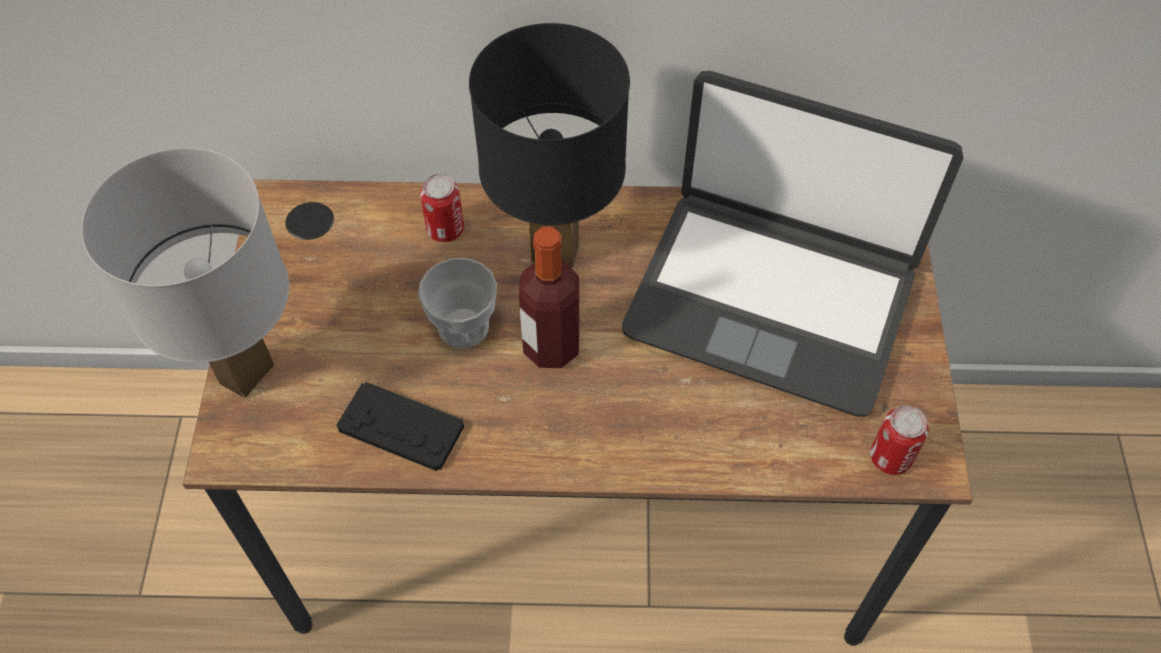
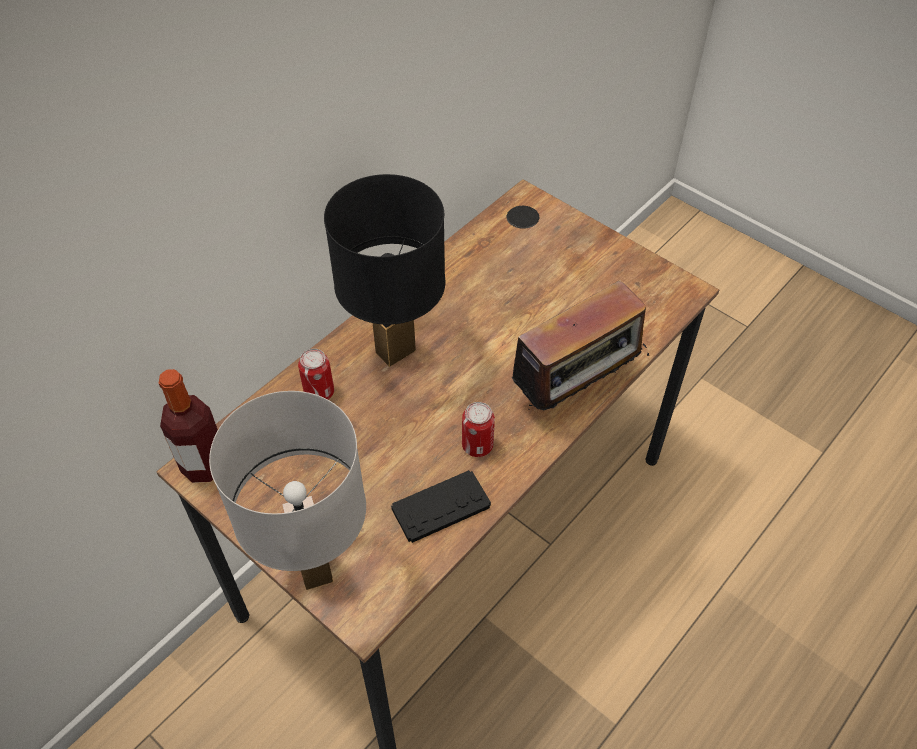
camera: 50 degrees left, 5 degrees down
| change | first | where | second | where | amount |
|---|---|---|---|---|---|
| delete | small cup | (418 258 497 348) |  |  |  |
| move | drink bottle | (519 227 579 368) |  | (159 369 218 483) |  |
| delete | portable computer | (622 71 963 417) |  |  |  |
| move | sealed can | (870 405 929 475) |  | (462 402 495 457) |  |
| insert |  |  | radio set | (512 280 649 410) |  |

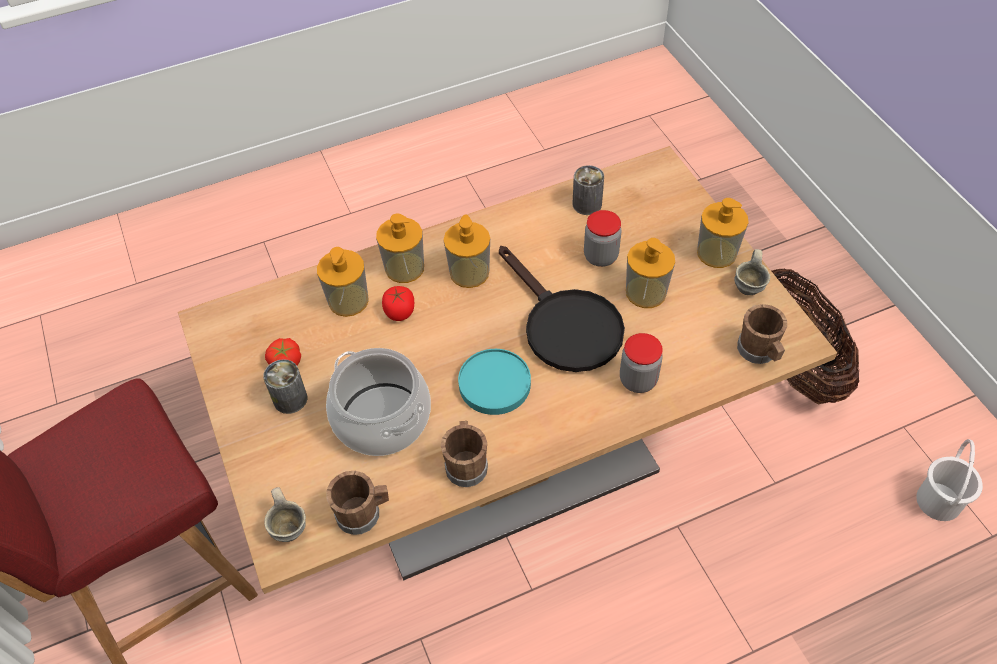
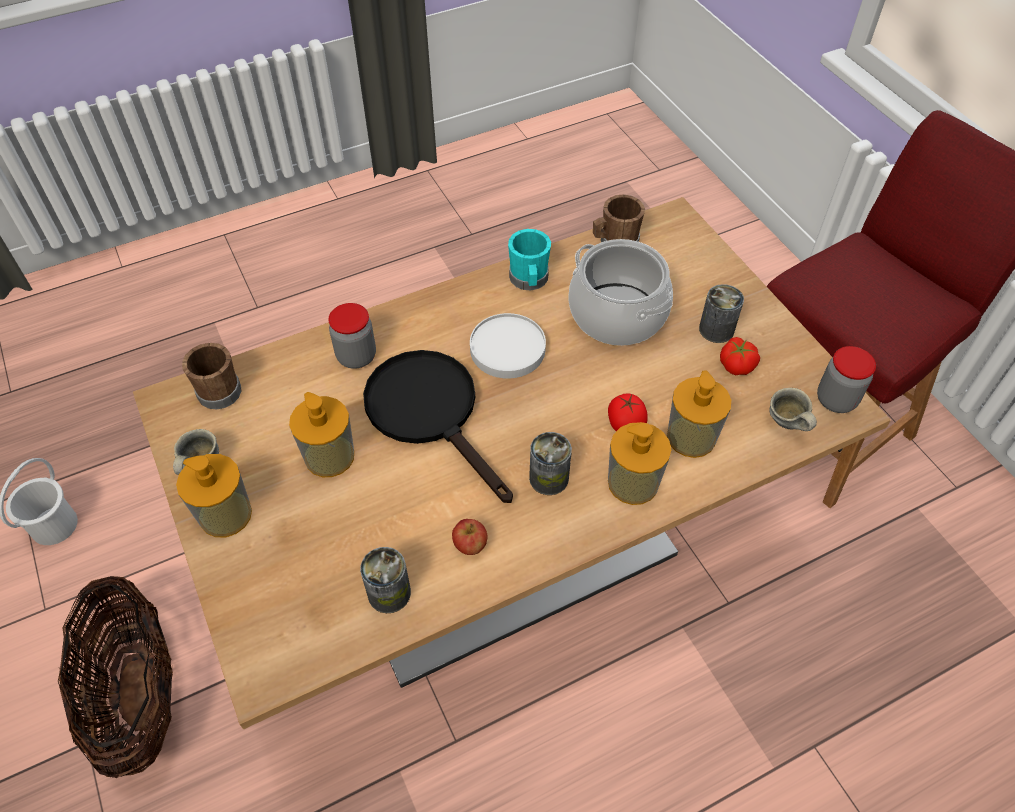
camera: 175 degrees right, 0 degrees up
| change | first | where | second | where | amount |
|---|---|---|---|---|---|
| move | mug (gray) | (264 487 306 542) |  | (769 388 817 431) |  |
| recolor | mug (brown) | (441 421 488 487) | mug (turquoise) | (508 229 551 290) |  |
| replace | soap dispenser | (443 215 490 288) | sealed can | (529 432 572 495) |  |
| recolor | plate (turquoise) | (458 349 531 415) | plate (white) | (470 313 546 379) |  |
| move | storage jar | (584 210 622 267) |  | (817 346 876 413) |  |
| insert |  |  | whole apple | (452 519 487 555) |  |

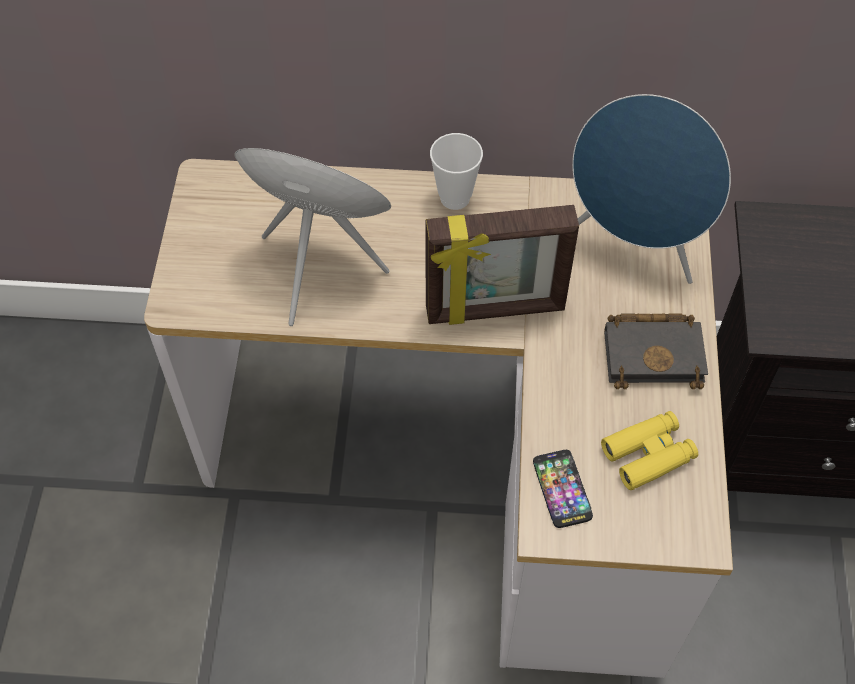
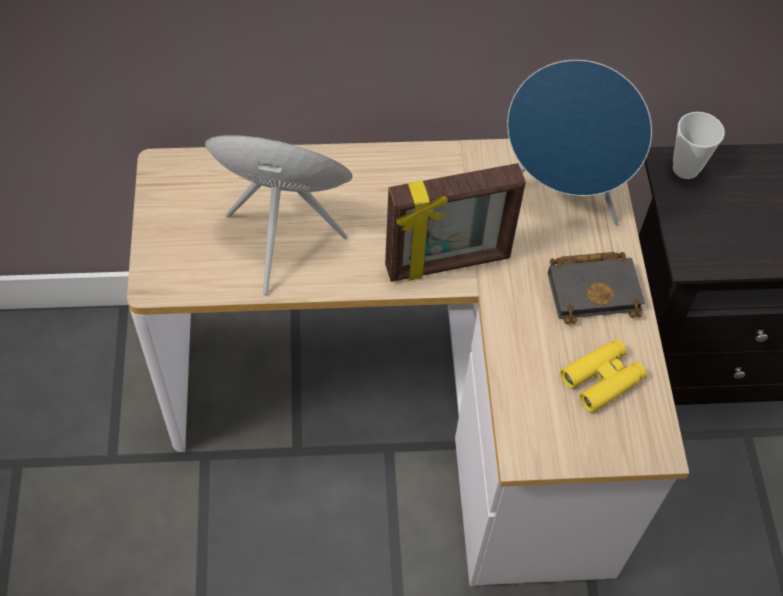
camera: 10 degrees left, 0 degrees up
| change | first | where | second | where | amount |
|---|---|---|---|---|---|
| move | small cup | (430 133 483 210) |  | (673 112 725 179) |  |
| delete | handset | (533 450 593 528) |  |  |  |

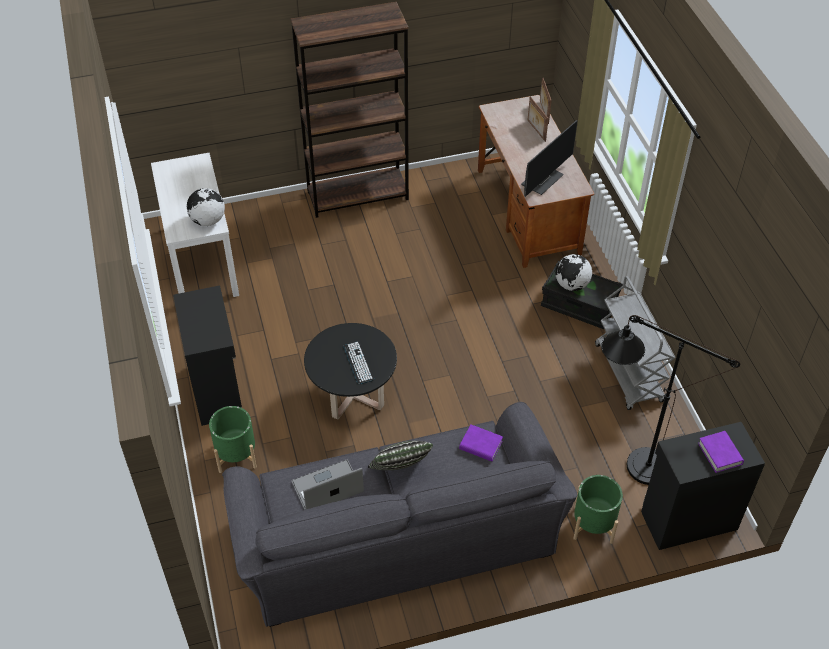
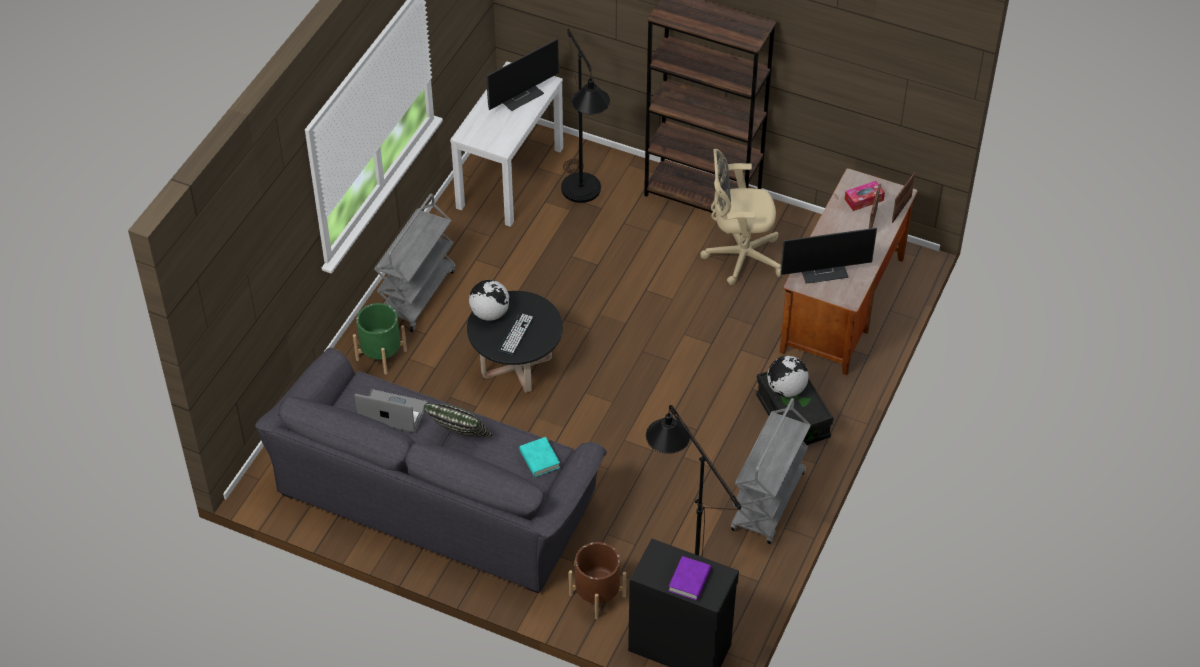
camera: 40 degrees right, 0 degrees up
| change | first | where | second | where | amount |
|---|---|---|---|---|---|
| replace | cupboard (black-coloured) | (173 285 242 426) | cart (gray) | (374 194 456 332) |  |
| move | desk globe | (187 188 225 226) |  | (469 280 510 321) |  |
| recolor | volume (purplish) | (459 424 503 462) | volume (turquoise) | (519 437 560 477) |  |
| recolor | planter (green) | (573 475 623 544) | planter (brown) | (569 542 626 619) |  |
| insert |  |  | computer screen | (487 38 559 111) |  |
| insert |  |  | standard lamp (black-coloured) | (561 28 610 203) |  |
| insert |  |  | computer chair (beige-coloured) | (700 149 783 285) |  |
| insert |  |  | tissue holder | (845 181 885 211) |  |

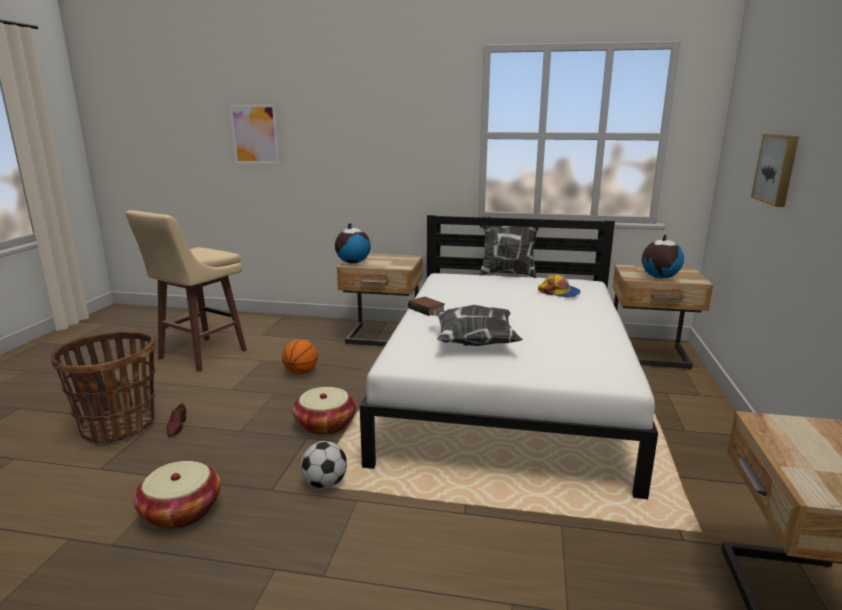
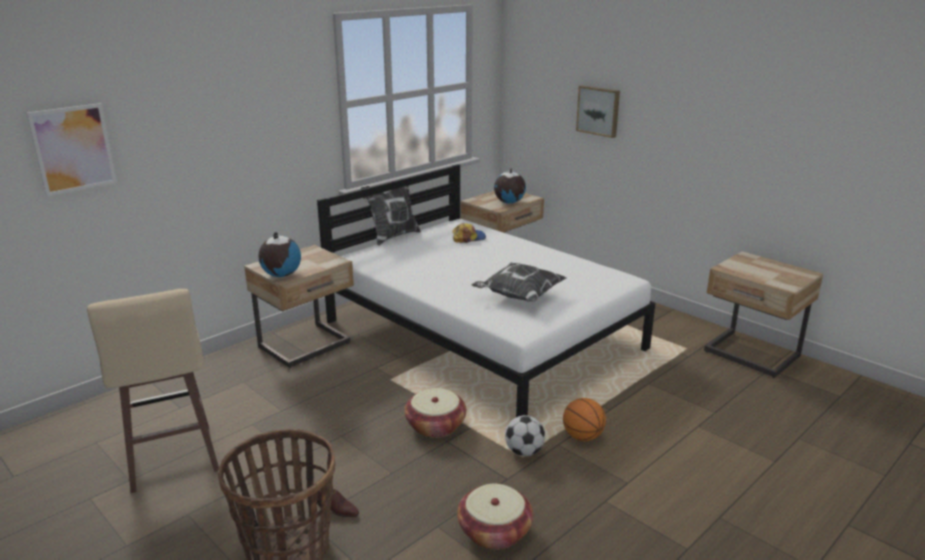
camera: 55 degrees left, 5 degrees up
| change | first | where | second | where | amount |
|---|---|---|---|---|---|
| move | basketball | (282 339 318 375) |  | (563 398 606 441) |  |
| delete | volume | (408 297 445 316) |  |  |  |

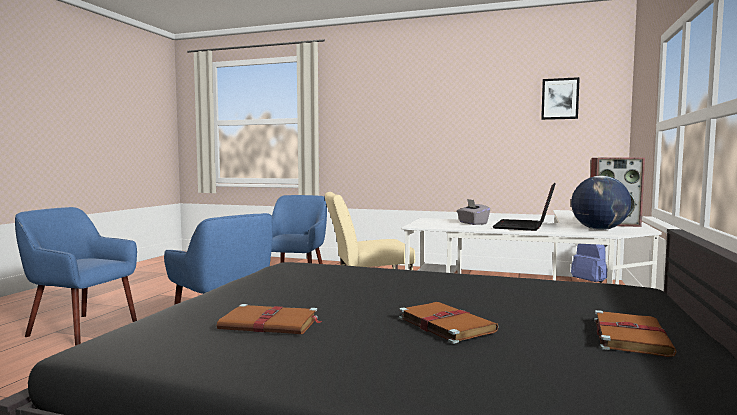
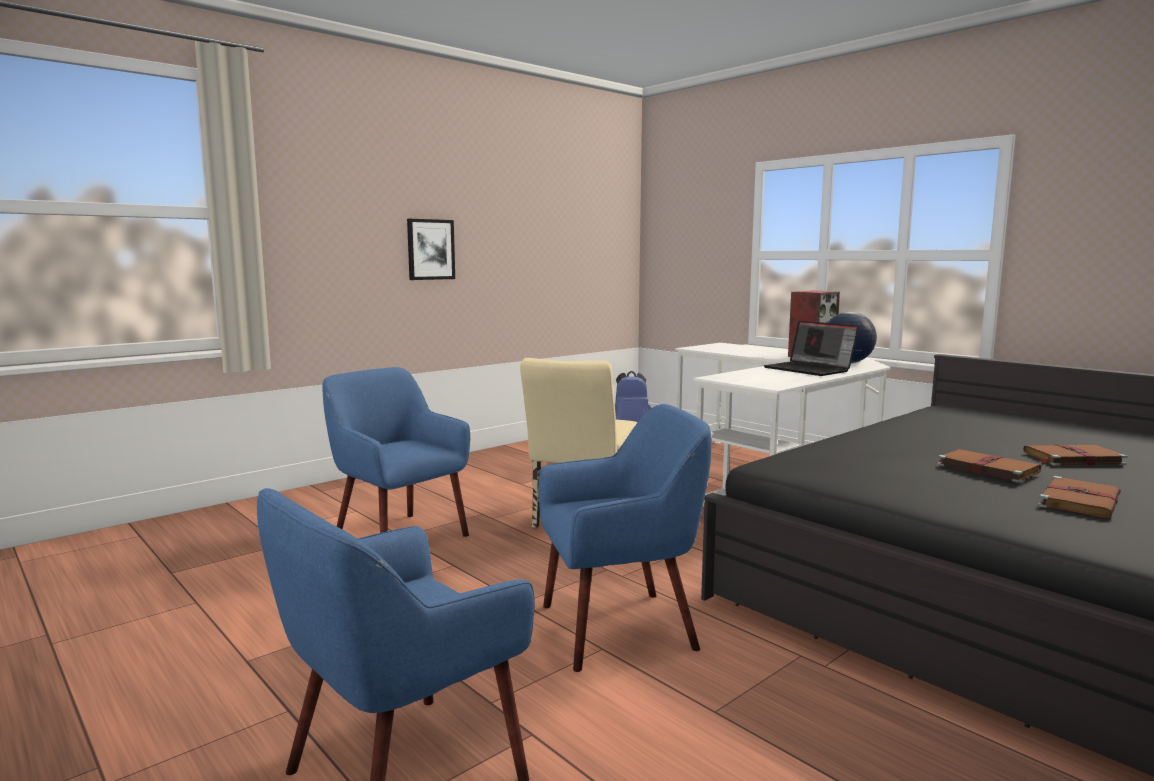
camera: 60 degrees left, 5 degrees up
| change | first | where | second | where | amount |
|---|---|---|---|---|---|
| delete | tissue holder (gray) | (457 199 490 225) |  |  |  |
| move | wall art | (541 77 580 120) |  | (407 219 455 280) |  |
| move | volume (brown) | (594 310 677 357) |  | (937 449 1041 483) |  |

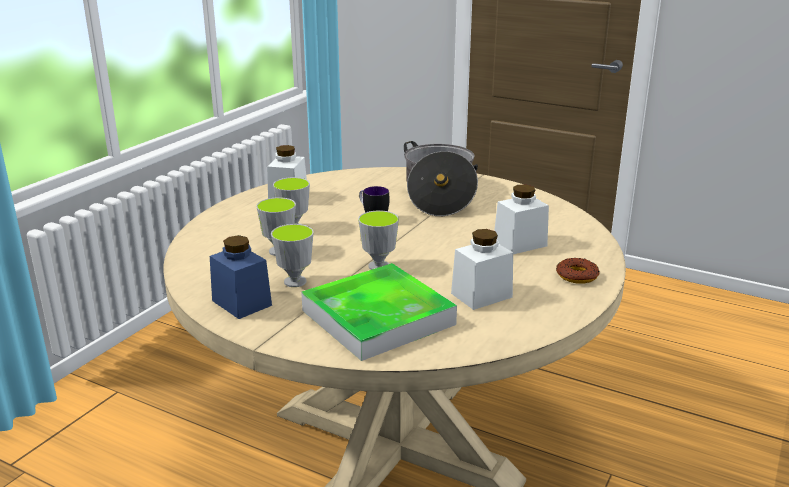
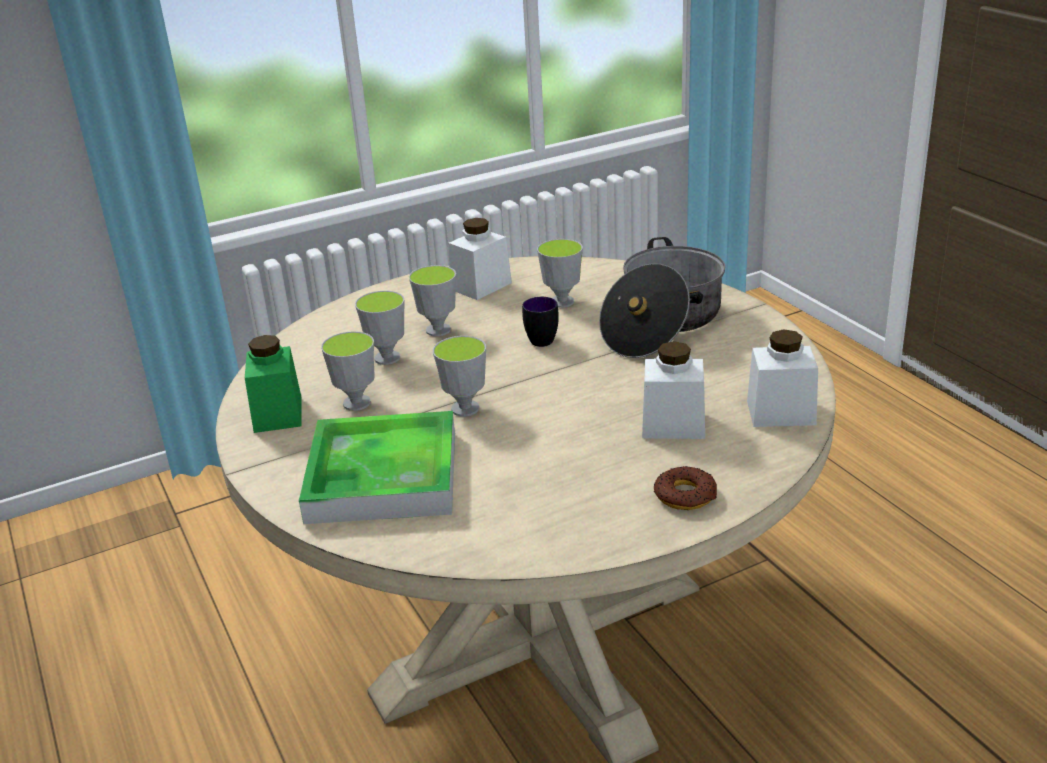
camera: 35 degrees right, 5 degrees up
| change | first | where | second | where | amount |
|---|---|---|---|---|---|
| recolor | storage jar (blue-coloured) | (210 235 272 319) | storage jar (green) | (245 335 302 433) |  |
| move | storage jar (white) | (451 229 513 310) |  | (747 329 818 427) |  |
| insert |  |  | small cup | (537 239 583 308) |  |

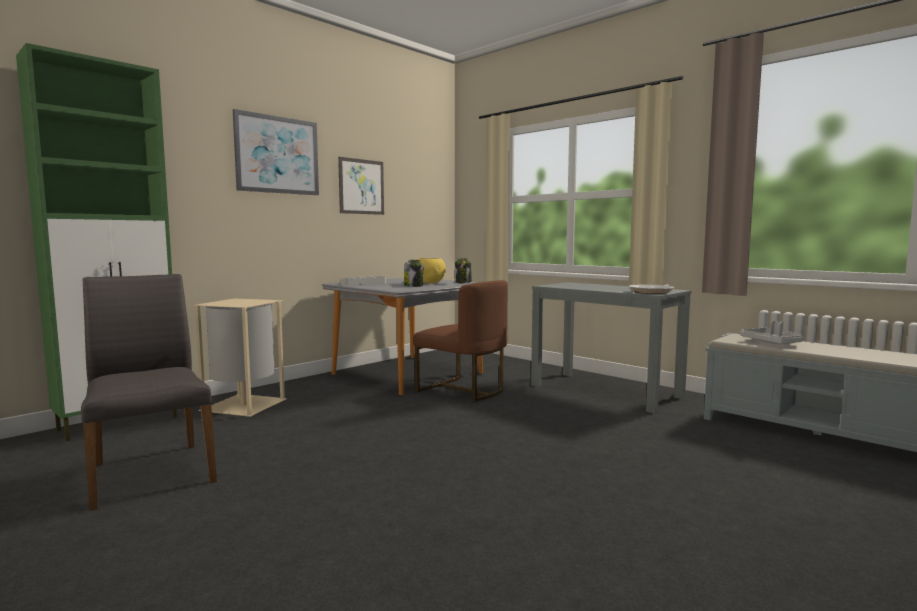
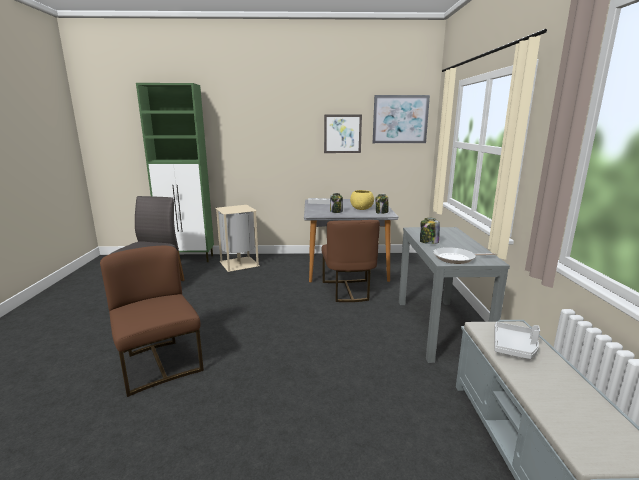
camera: 45 degrees right, 10 degrees up
| change | first | where | second | where | amount |
|---|---|---|---|---|---|
| move | wall art | (233 109 319 195) |  | (373 95 430 143) |  |
| insert |  |  | plain chair (brown) | (100 246 204 397) |  |
| insert |  |  | storage jar | (420 218 440 244) |  |

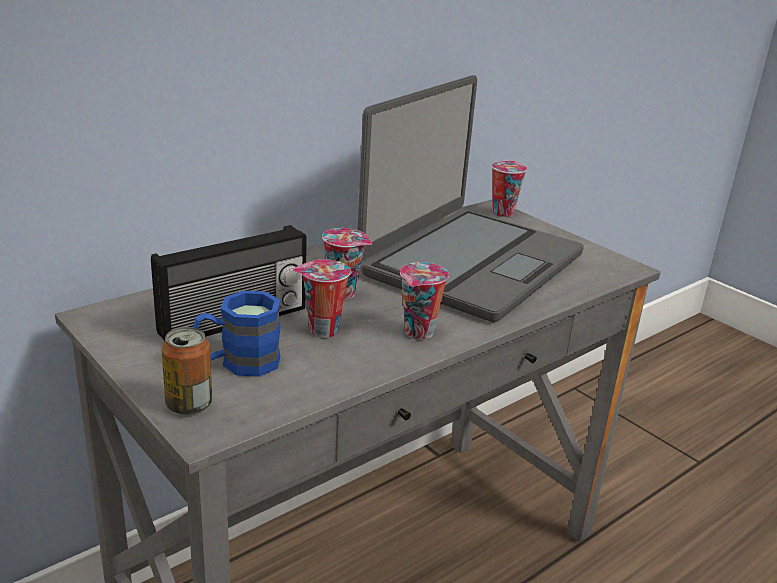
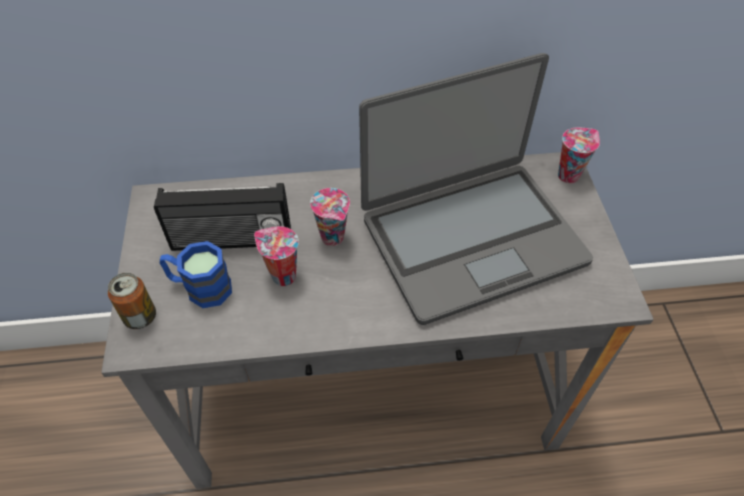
camera: 35 degrees right, 25 degrees up
| change | first | where | second | where | amount |
|---|---|---|---|---|---|
| delete | small cup | (400 262 449 340) |  |  |  |

